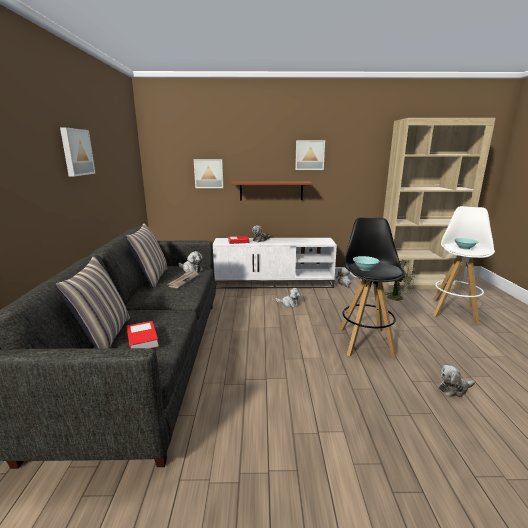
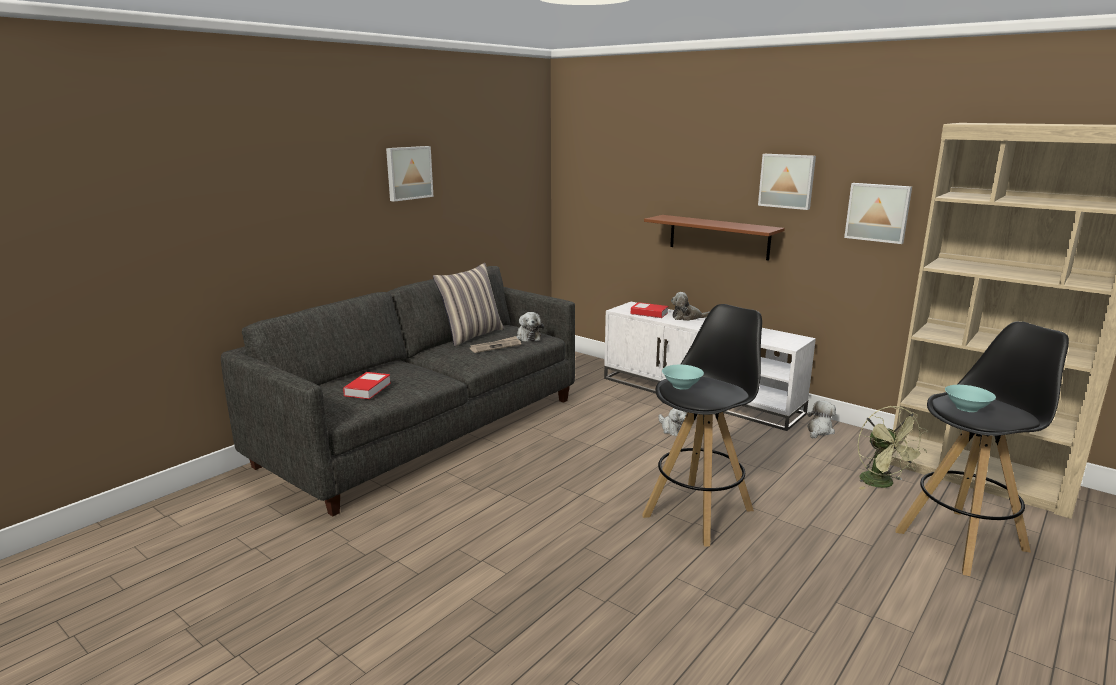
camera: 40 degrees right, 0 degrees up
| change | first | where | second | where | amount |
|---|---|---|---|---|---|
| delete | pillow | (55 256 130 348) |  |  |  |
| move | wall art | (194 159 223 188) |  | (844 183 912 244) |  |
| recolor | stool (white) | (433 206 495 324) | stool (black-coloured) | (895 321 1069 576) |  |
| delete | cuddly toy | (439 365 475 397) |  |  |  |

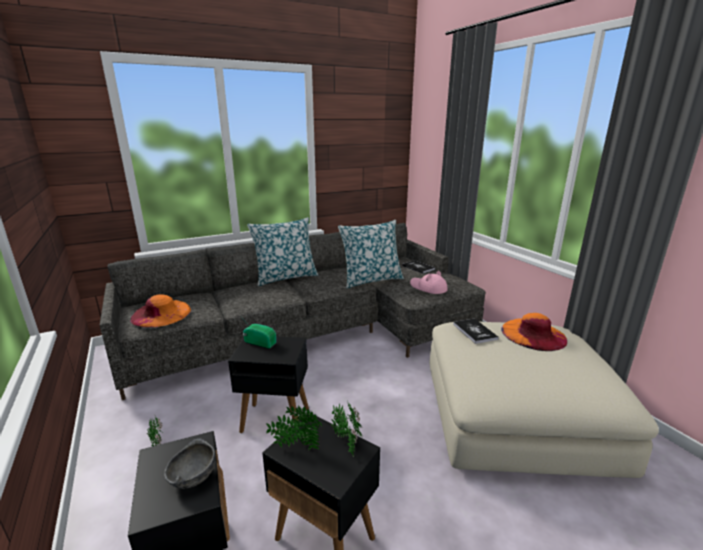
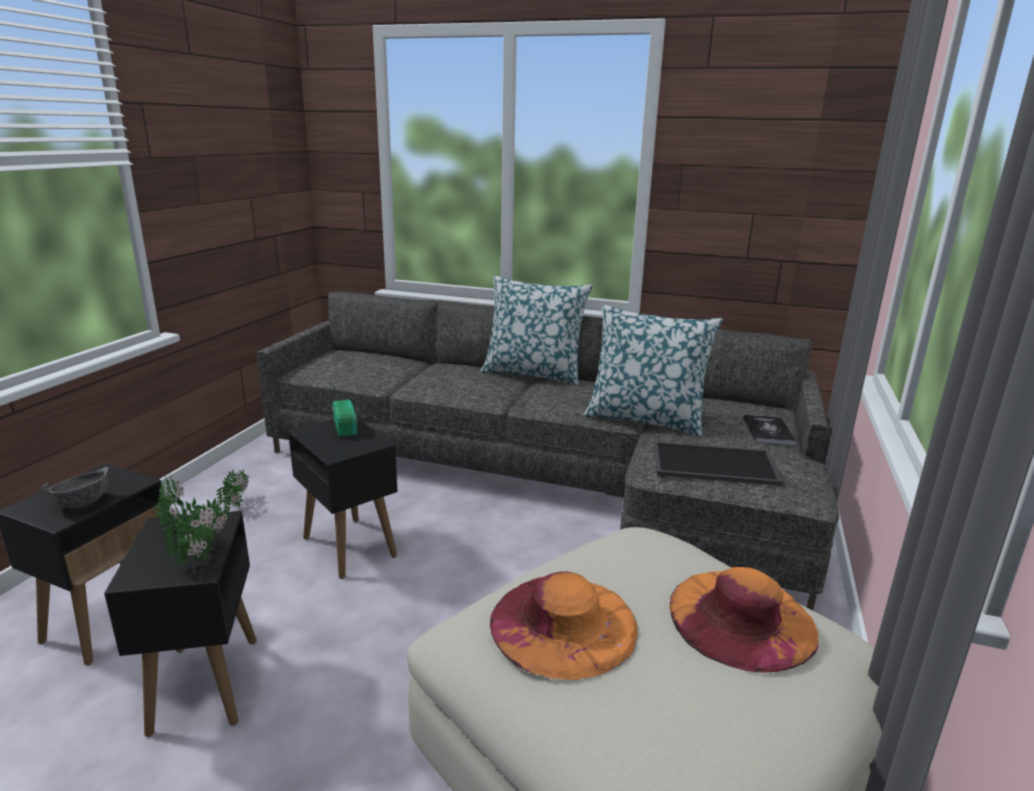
camera: 45 degrees right, 0 degrees up
| change | first | where | second | where | amount |
|---|---|---|---|---|---|
| move | hat (orange) | (130 294 191 328) |  | (490 571 638 680) |  |
| replace | hat (pink) | (410 271 448 294) | serving tray | (654 441 783 486) |  |
| delete | volume | (453 319 499 344) |  |  |  |

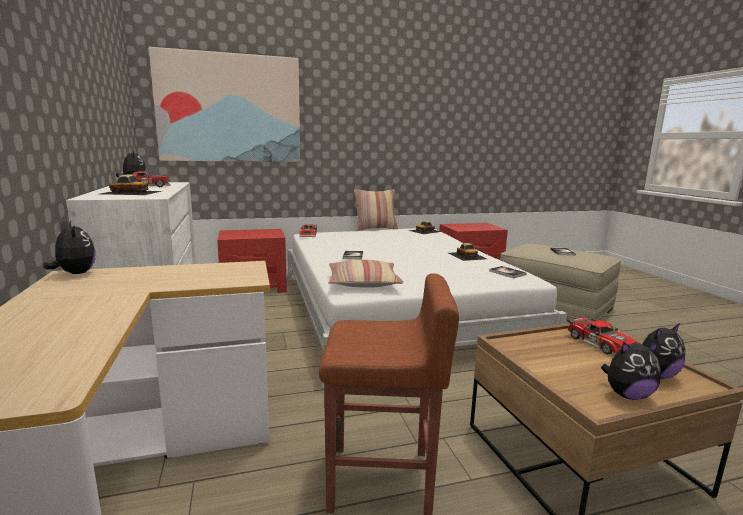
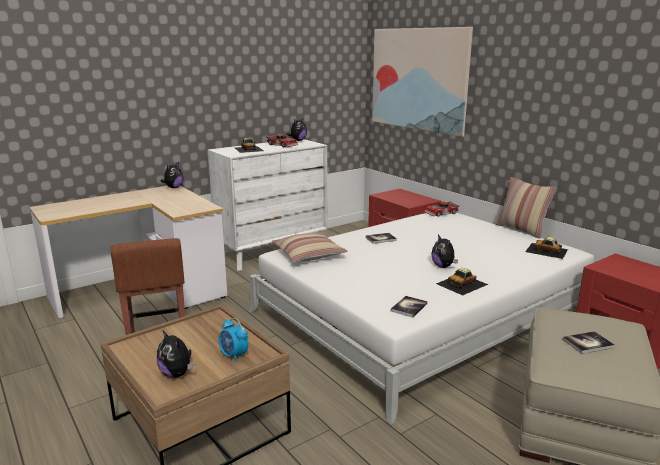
camera: 70 degrees right, 5 degrees up
| change | first | where | second | where | amount |
|---|---|---|---|---|---|
| replace | model car | (567 316 637 356) | table clock | (219 318 249 362) |  |
| move | cuddly toy | (601 341 661 400) |  | (431 235 458 268) |  |

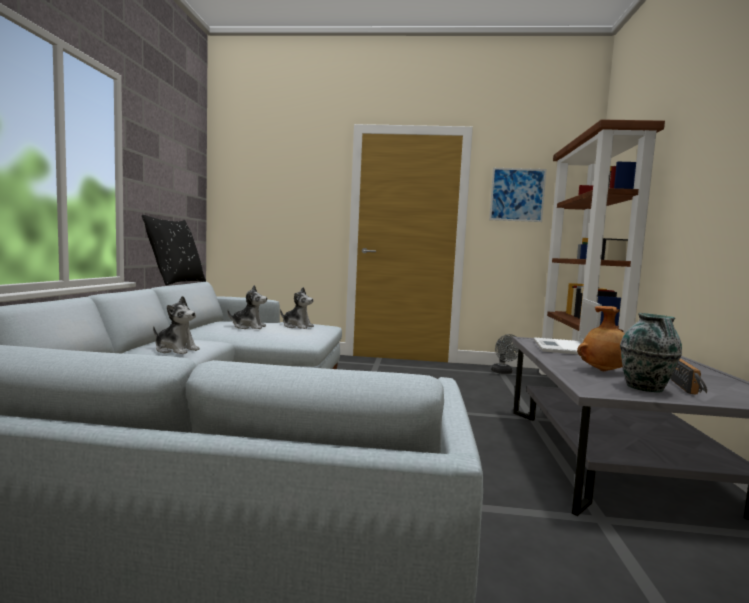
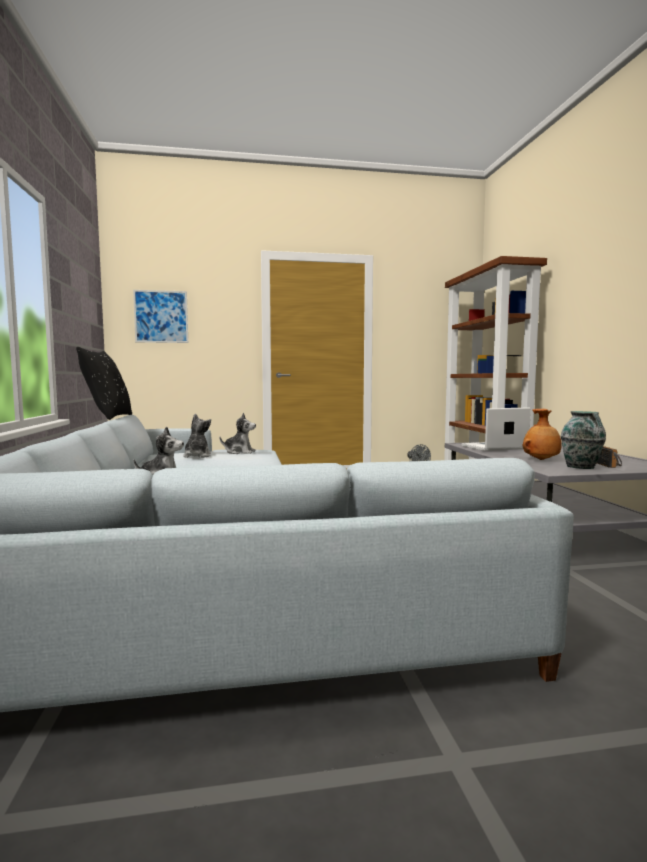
camera: 15 degrees left, 0 degrees up
| change | first | where | second | where | amount |
|---|---|---|---|---|---|
| rotate | cuddly toy | (227 285 267 329) |  | (183 414 211 458) | 75 degrees counterclockwise |
| move | wall art | (489 168 547 222) |  | (133 290 188 343) |  |
| rotate | portable computer | (534 298 602 354) |  | (461 407 531 451) | 75 degrees clockwise |

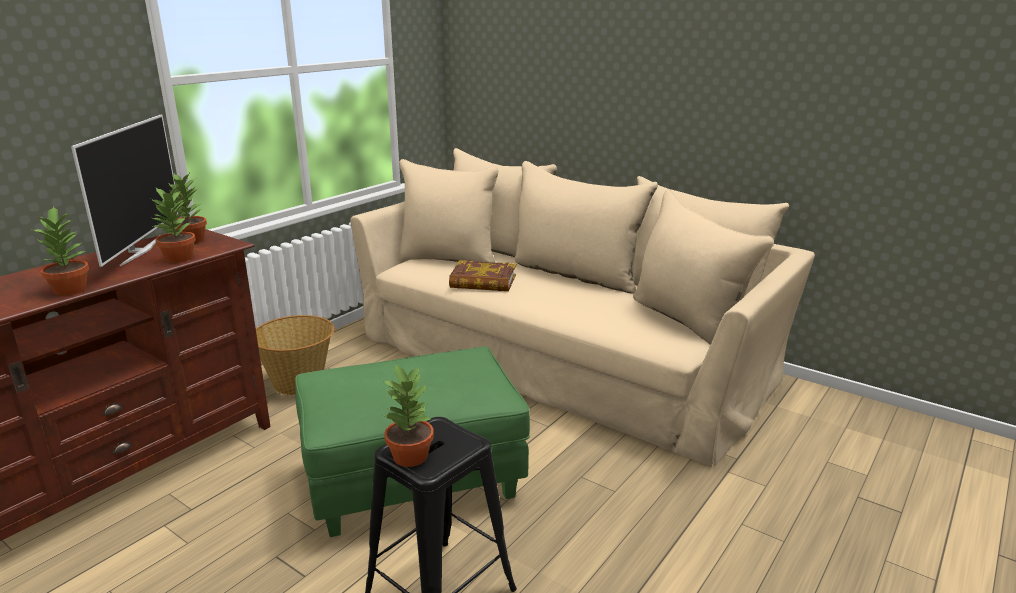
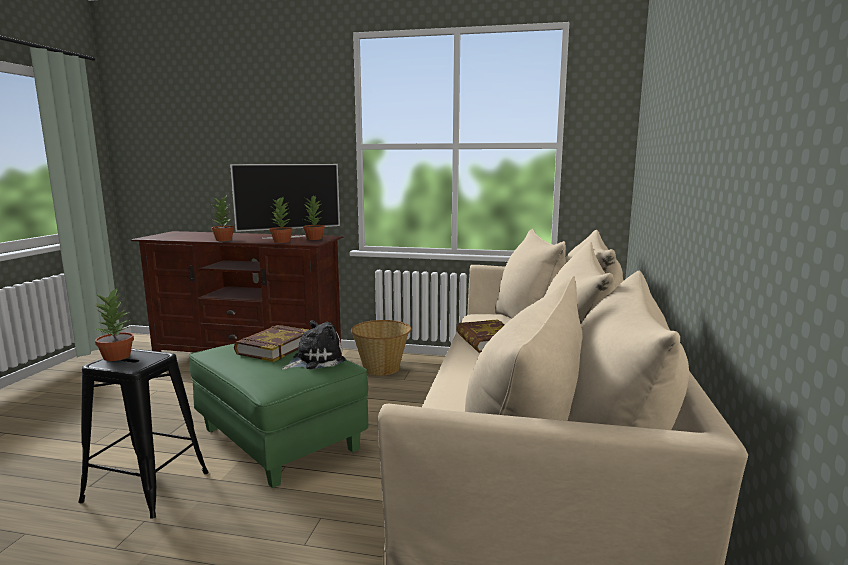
camera: 65 degrees right, 10 degrees down
| change | first | where | second | where | amount |
|---|---|---|---|---|---|
| insert |  |  | volume | (234 325 308 362) |  |
| insert |  |  | cuddly toy | (282 320 346 370) |  |

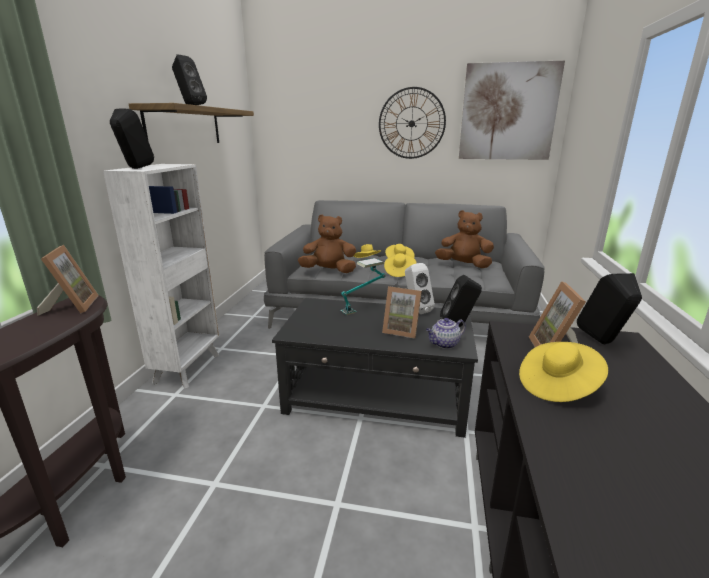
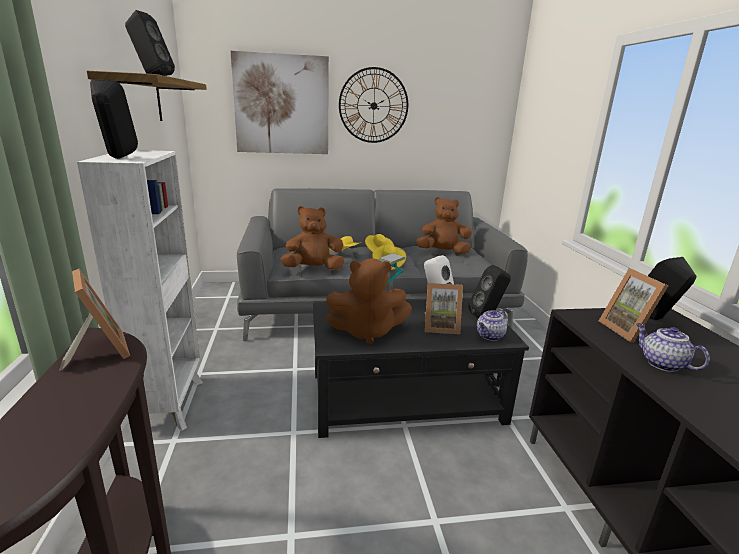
camera: 20 degrees left, 0 degrees up
| change | first | where | second | where | amount |
|---|---|---|---|---|---|
| move | wall art | (459 61 565 160) |  | (231 51 329 154) |  |
| replace | hat (yellow) | (519 342 608 402) | pot for tea | (636 323 710 372) |  |
| insert |  |  | cuddly toy (brown) | (326 258 412 345) |  |

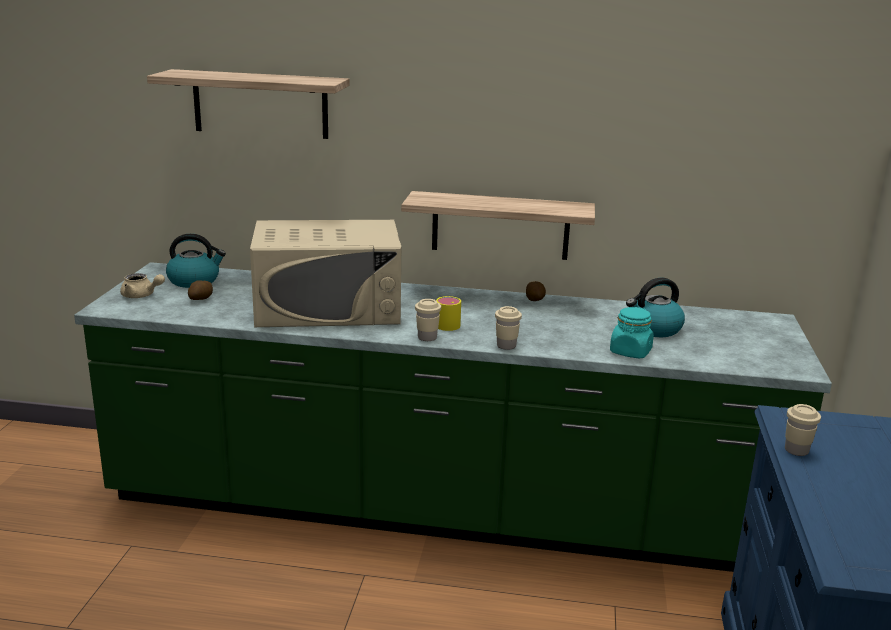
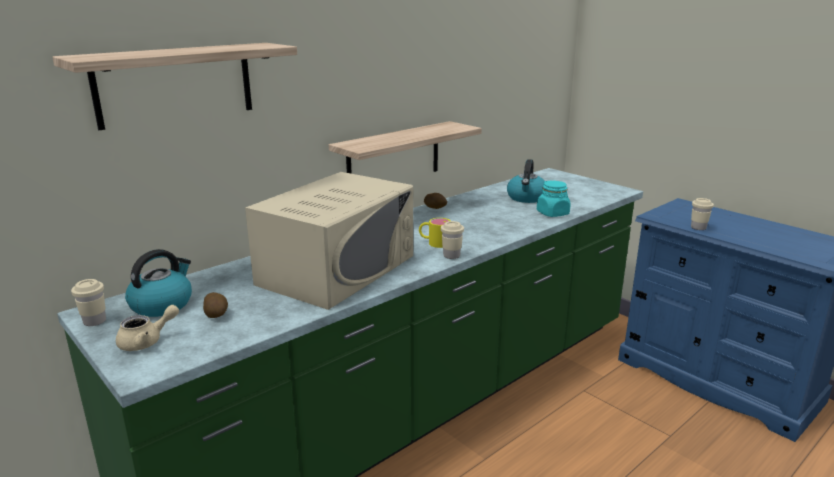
camera: 50 degrees left, 0 degrees up
| change | first | where | second | where | amount |
|---|---|---|---|---|---|
| move | small cup (beige-coloured) | (495 306 522 350) |  | (71 279 106 326) |  |

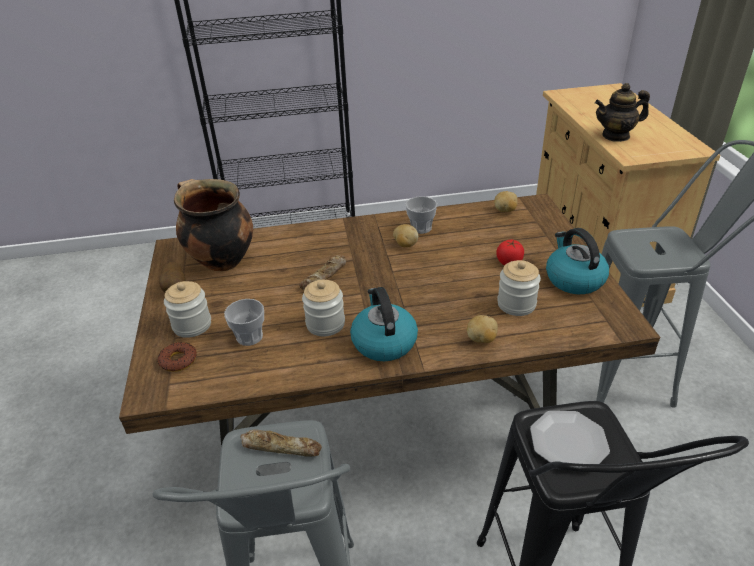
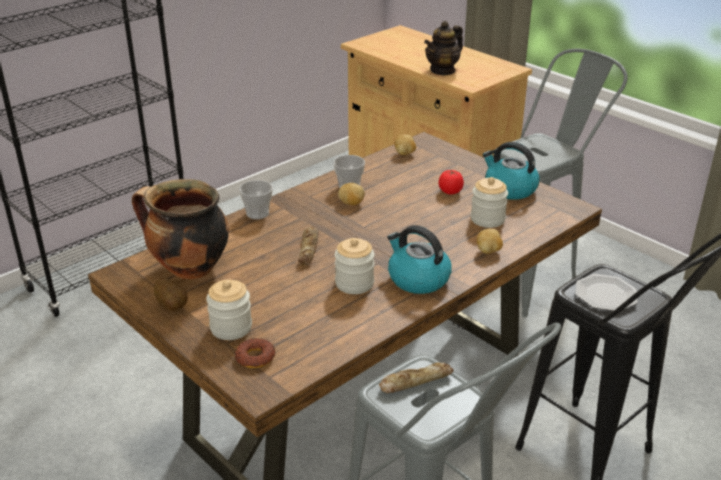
camera: 35 degrees left, 5 degrees down
| change | first | where | second | where | amount |
|---|---|---|---|---|---|
| move | small cup | (224 299 264 346) |  | (239 180 273 219) |  |

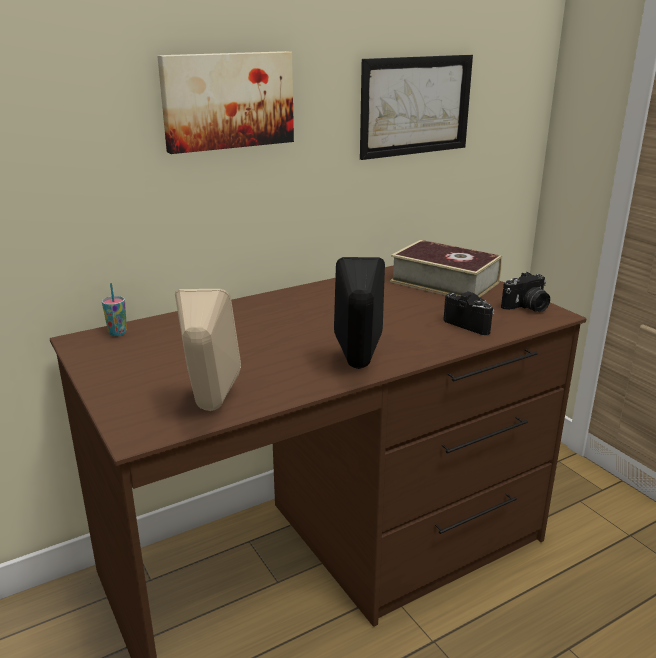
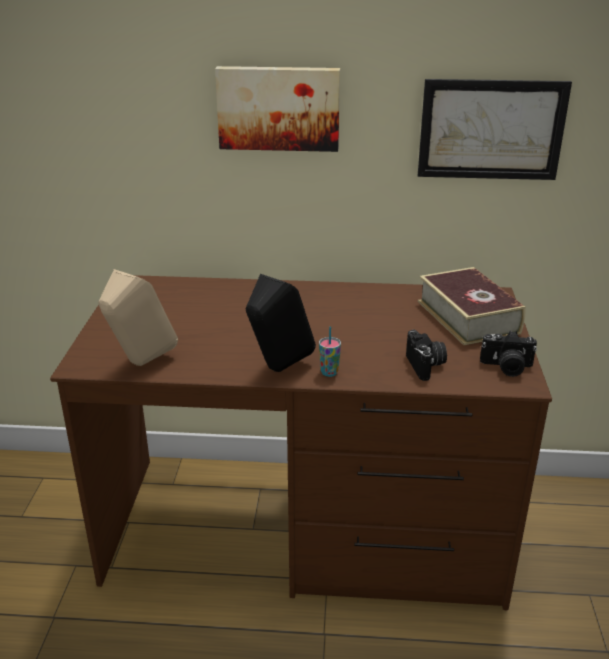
camera: 35 degrees right, 5 degrees up
| change | first | where | second | where | amount |
|---|---|---|---|---|---|
| move | small cup | (102 283 127 336) |  | (319 326 341 377) |  |

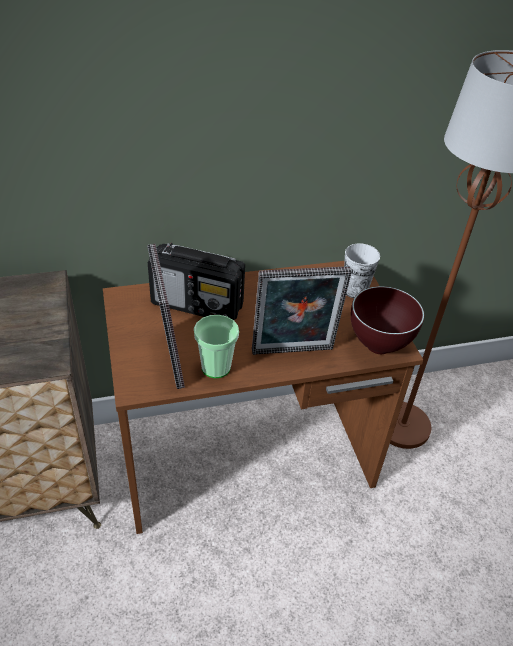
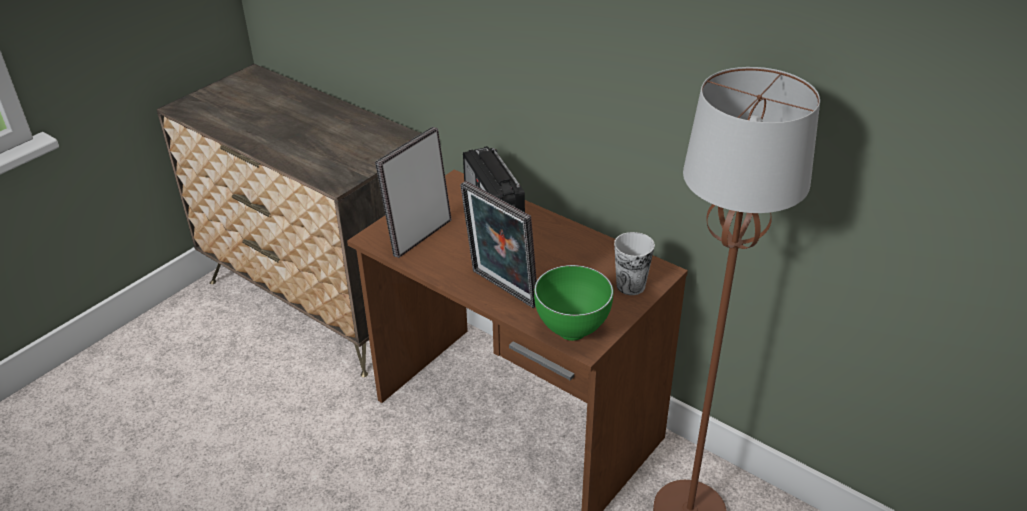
camera: 55 degrees right, 5 degrees down
| change | first | where | second | where | amount |
|---|---|---|---|---|---|
| delete | small cup | (194 315 239 378) |  |  |  |
| recolor | bowl (brown) | (351 286 424 354) | bowl (green) | (534 265 613 341) |  |

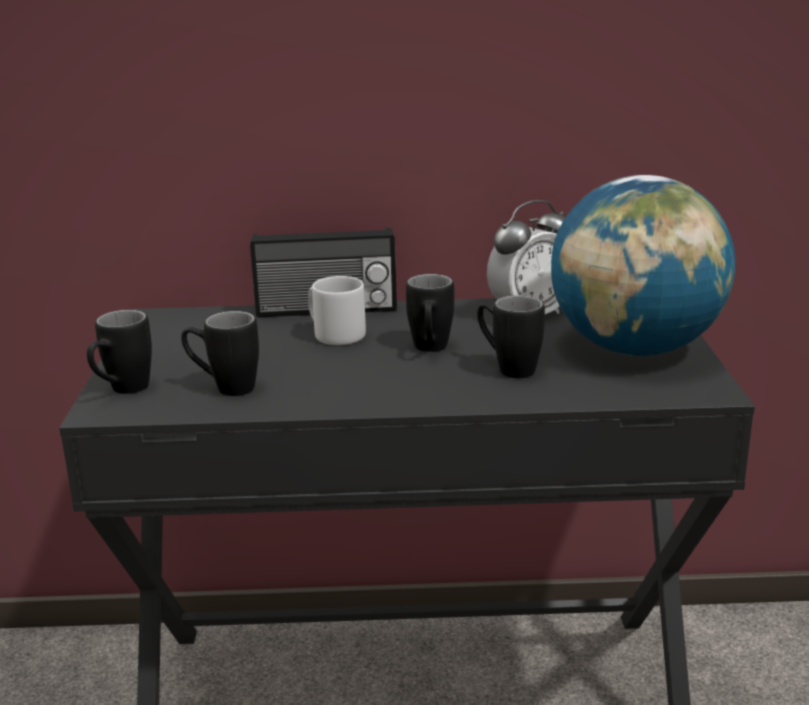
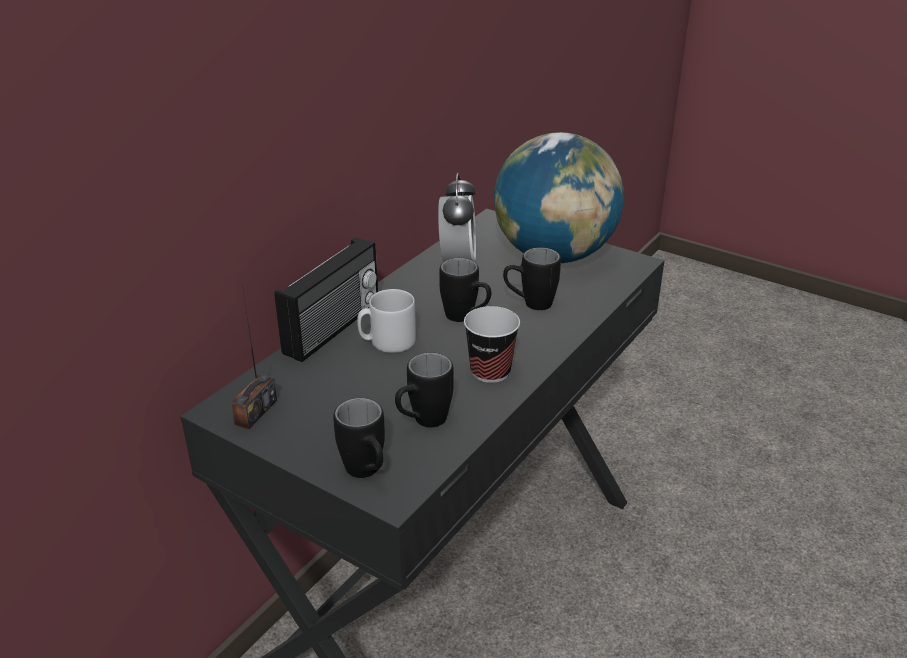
camera: 55 degrees left, 10 degrees up
| change | first | where | second | where | amount |
|---|---|---|---|---|---|
| insert |  |  | radio set | (231 290 277 429) |  |
| insert |  |  | small cup | (464 306 520 383) |  |

